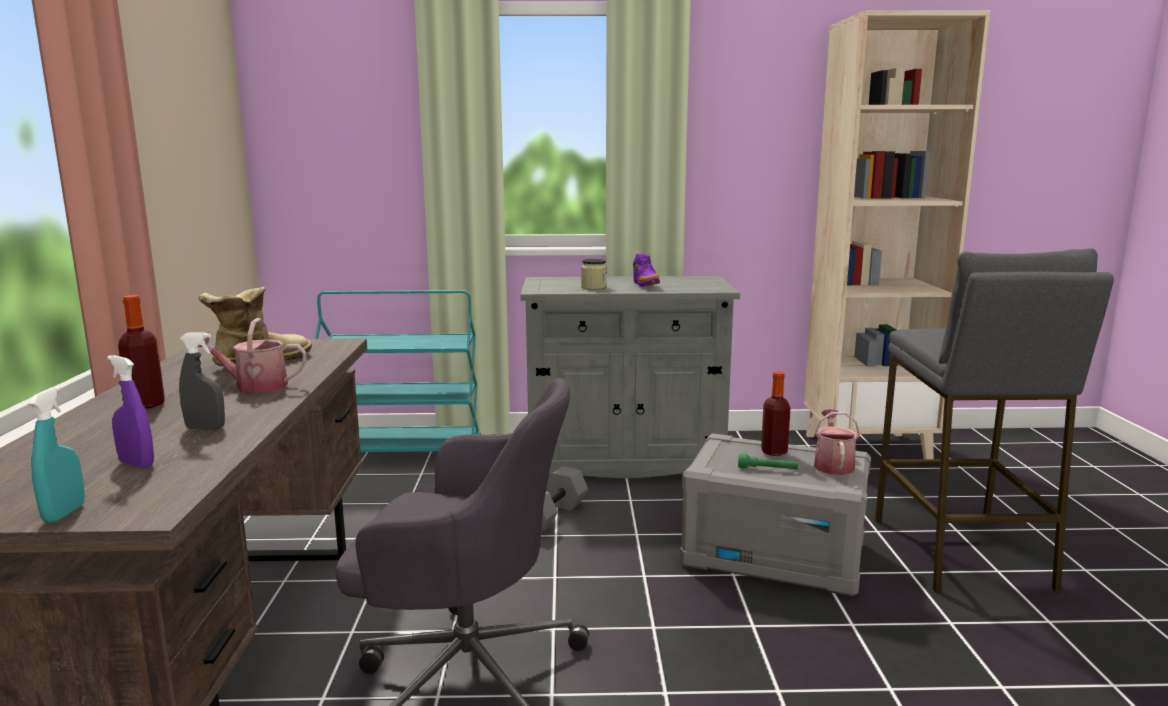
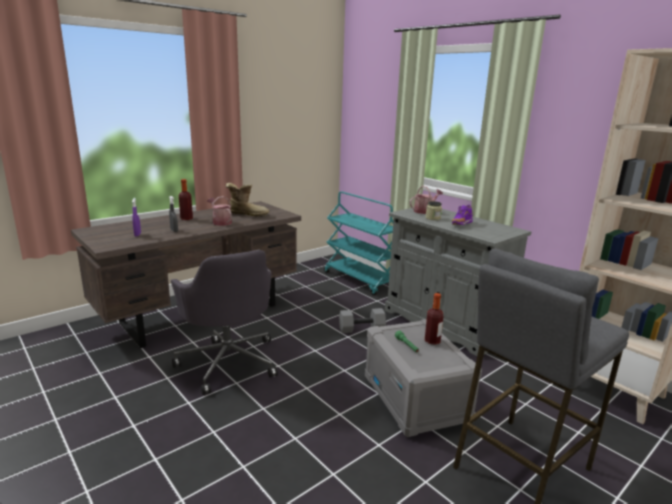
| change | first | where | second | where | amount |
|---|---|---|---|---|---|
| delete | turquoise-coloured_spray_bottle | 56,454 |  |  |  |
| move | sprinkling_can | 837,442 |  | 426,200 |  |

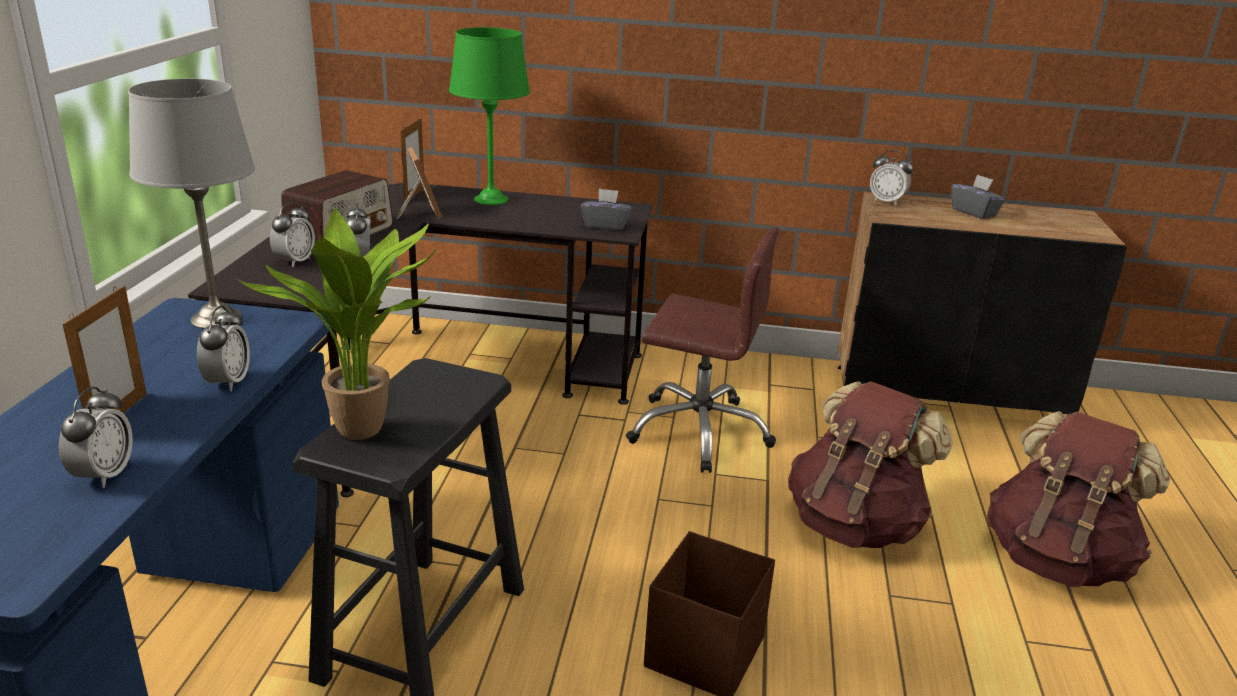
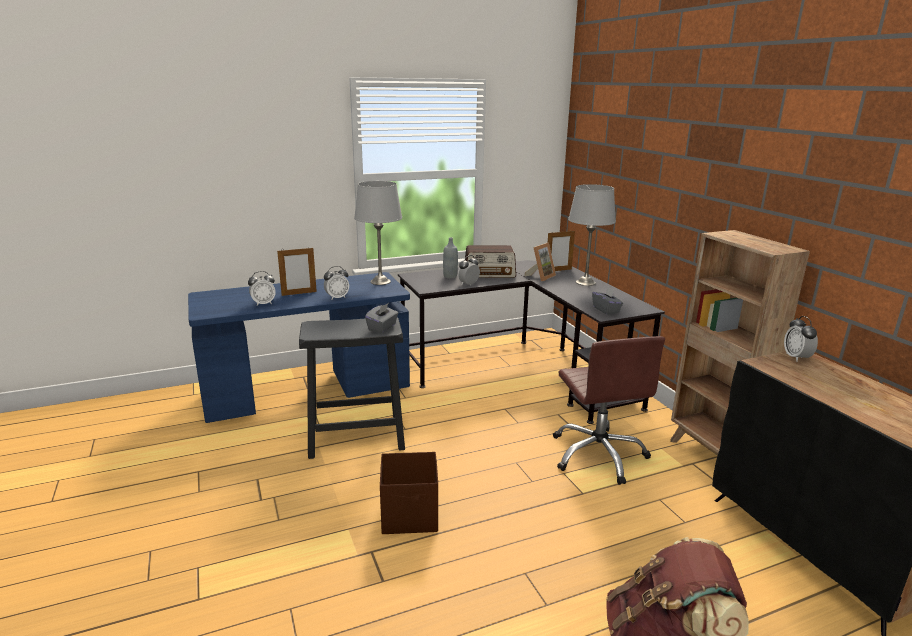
| change | first | where | second | where | amount |
|---|---|---|---|---|---|
| delete | potted_plant | 337,324 |  |  |  |
| delete | brown-coloured_rucksack | 870,464 |  |  |  |
| insert |  |  | brown-coloured_bookcase | 740,343 |  |
| move | grey_tissue_holder | 978,196 |  | 381,318 |  |
| replace | alarm_clock | 292,234 | grey_drink_bottle | 450,258 |  |
| recolor | green_table_lamp | 489,116 | grey_table_lamp | 592,235 |  |

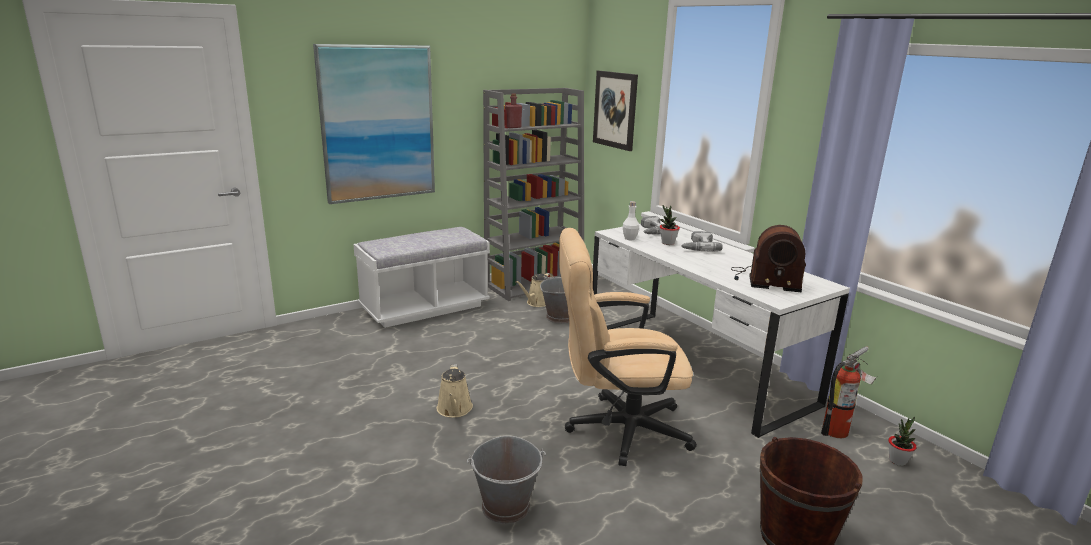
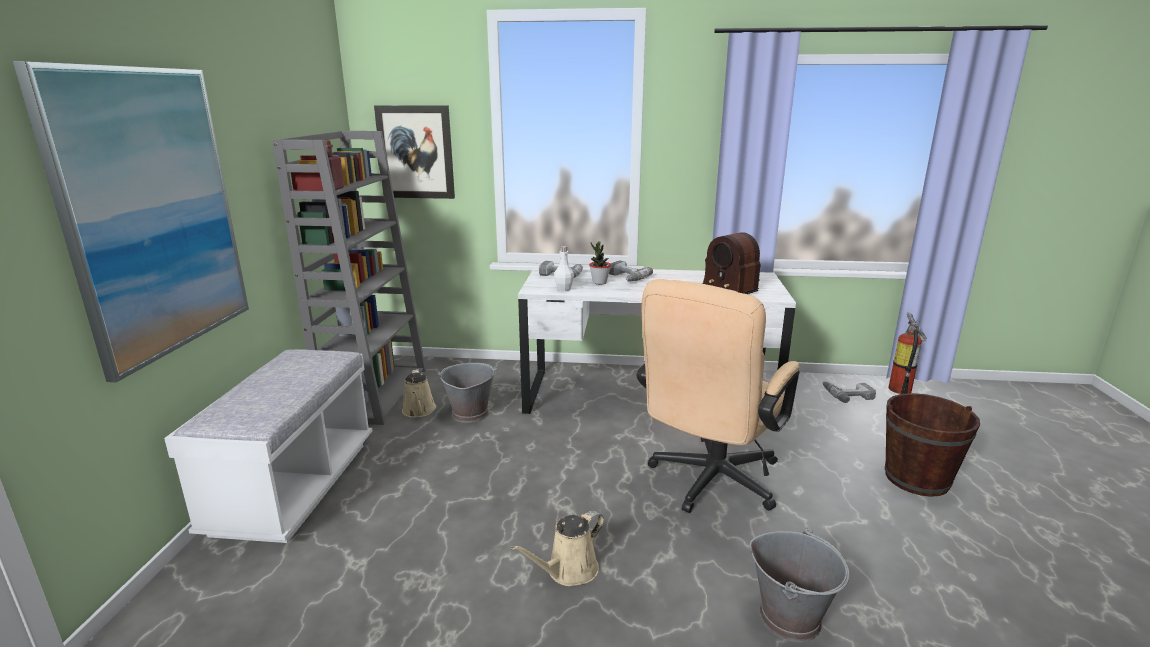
| change | first | where | second | where | amount |
|---|---|---|---|---|---|
| move | fire-fighting_cylinder | 849,392 |  | 907,353 |  |
| replace | potted_plant | 902,441 | drill | 849,392 |  |
| rotate | beige_sprinkling_can | 454,391 |  | 557,548 | 105 degrees clockwise |
| rotate | radio | 768,259 |  | 731,263 | 90 degrees clockwise |

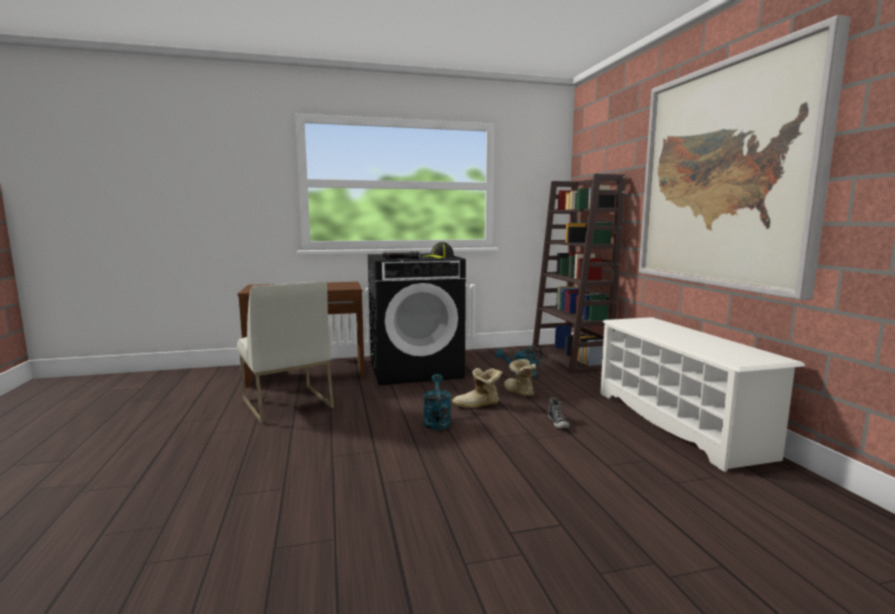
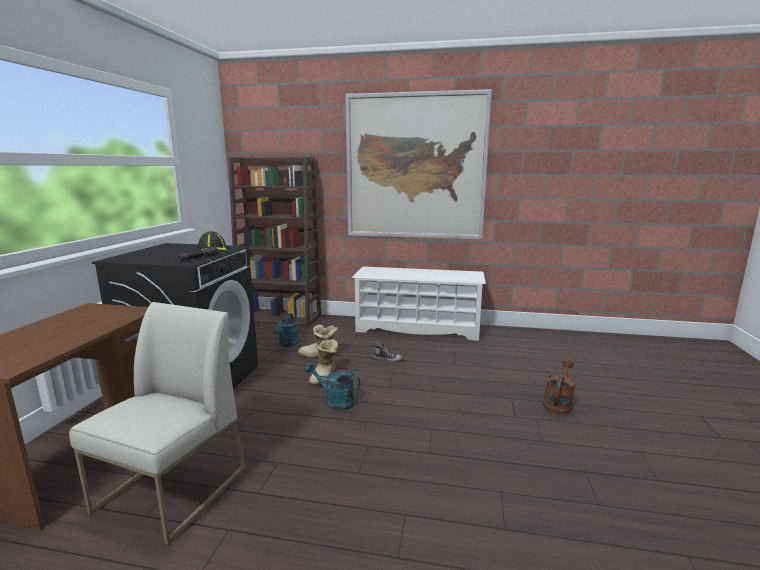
| change | first | where | second | where | amount |
|---|---|---|---|---|---|
| insert |  |  | brown-coloured_sprinkling_can | 559,387 |  |
| rotate | white-coloured_upright_chair | 285,352 |  | 157,423 | 60 degrees counterclockwise |

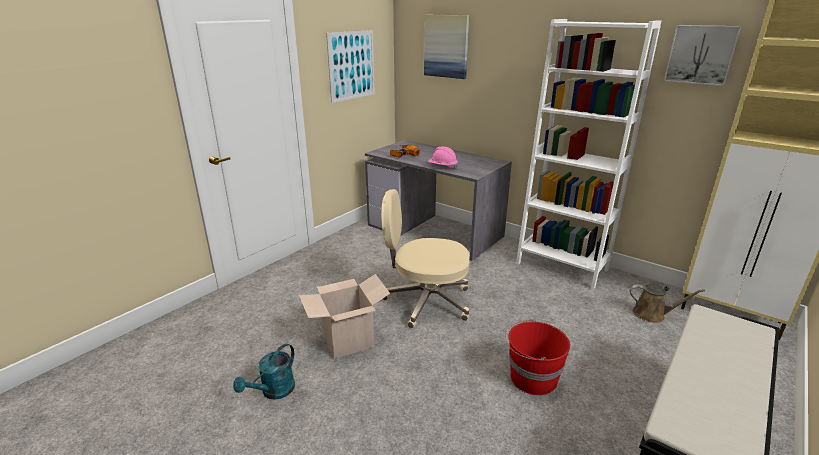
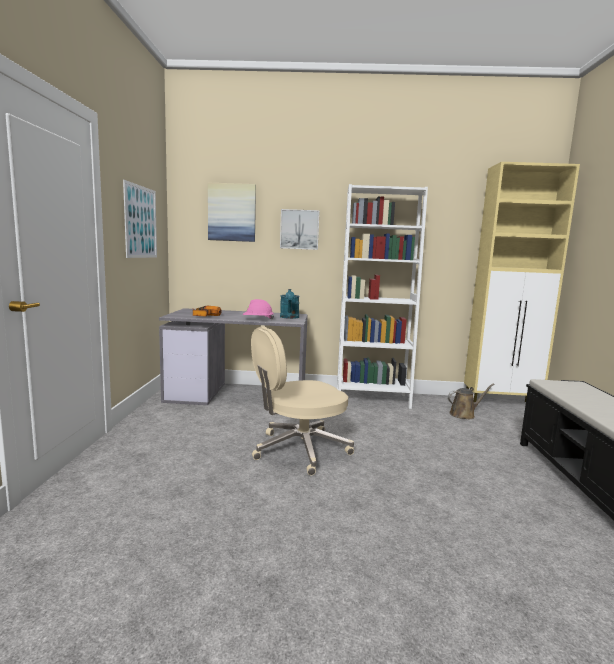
| change | first | where | second | where | amount |
|---|---|---|---|---|---|
| delete | carton | 344,316 |  |  |  |
| delete | red_pail | 538,357 |  |  |  |
| move | turquoise-coloured_sprinkling_can | 264,371 |  | 290,304 |  |
| move | wall_picture | 702,55 |  | 300,229 |  |

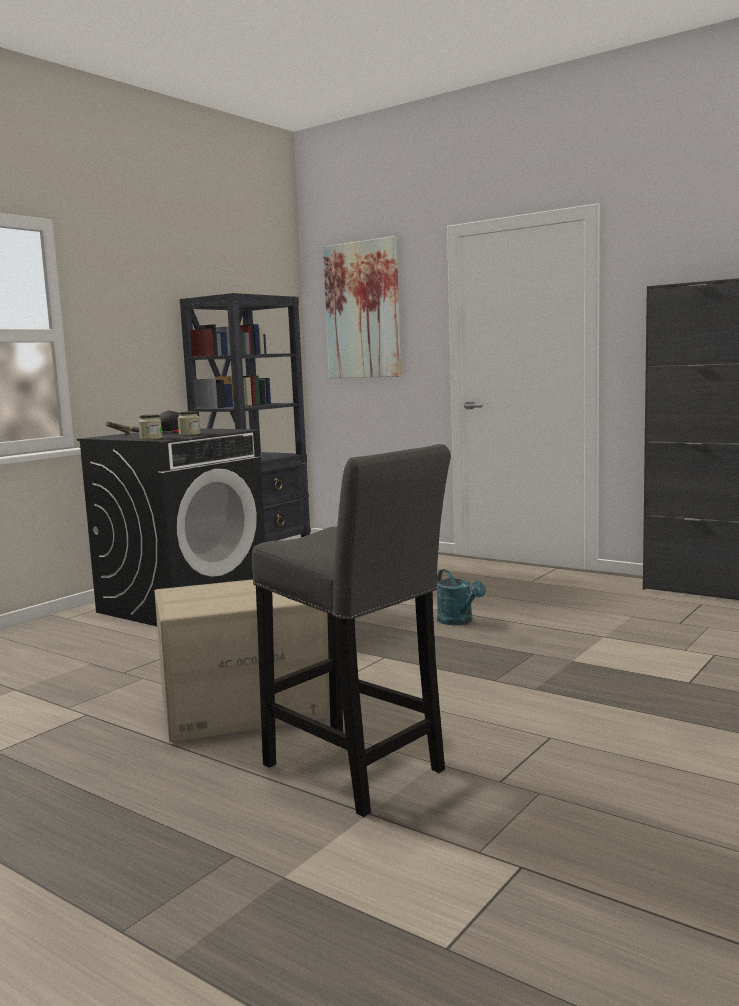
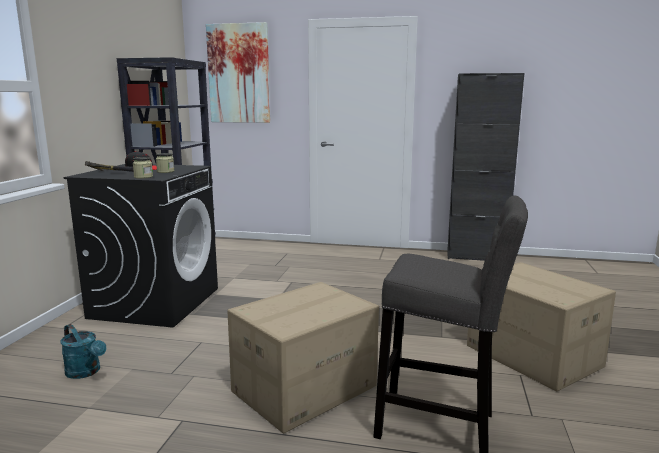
| change | first | where | second | where | amount |
|---|---|---|---|---|---|
| insert |  |  | carton | 541,326 |  |
| move | turquoise-coloured_sprinkling_can | 461,597 |  | 83,351 |  |

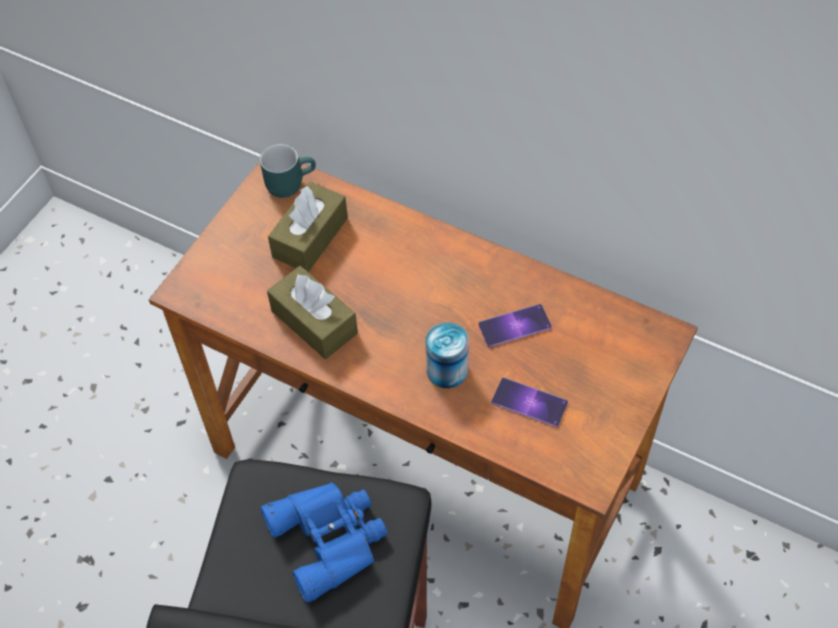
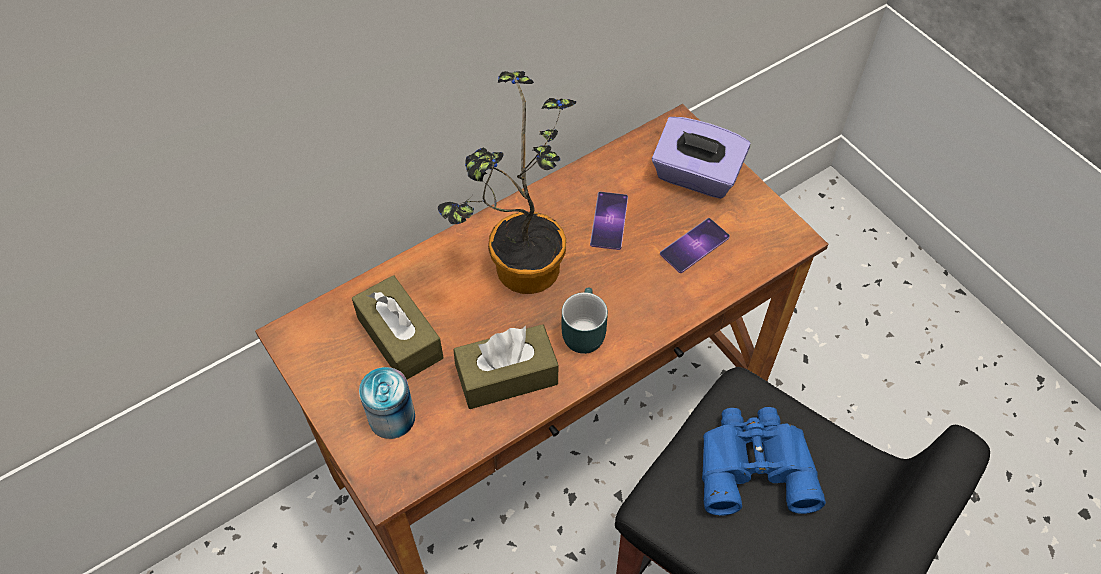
| change | first | where | second | where | amount |
|---|---|---|---|---|---|
| insert |  |  | potted_plant | 507,182 |  |
| insert |  |  | purplish_tissue_holder | 701,158 |  |
| move | turquoise-coloured_mug | 288,171 |  | 585,321 |  |
| move | metal_can | 447,355 |  | 387,403 |  |

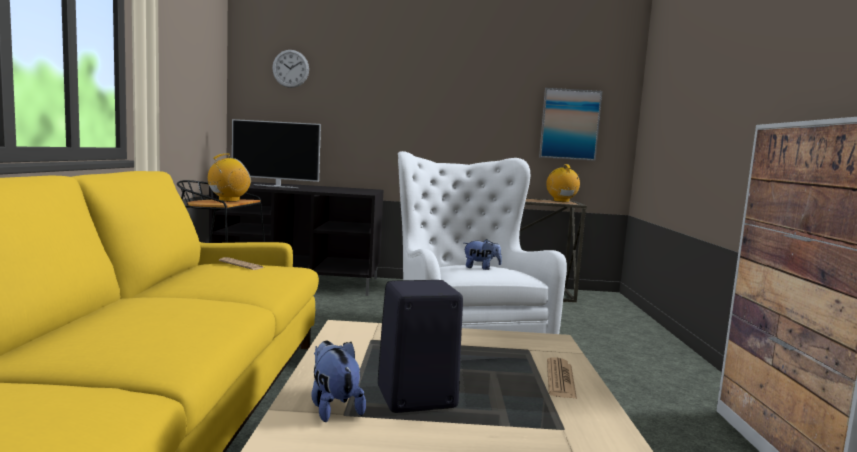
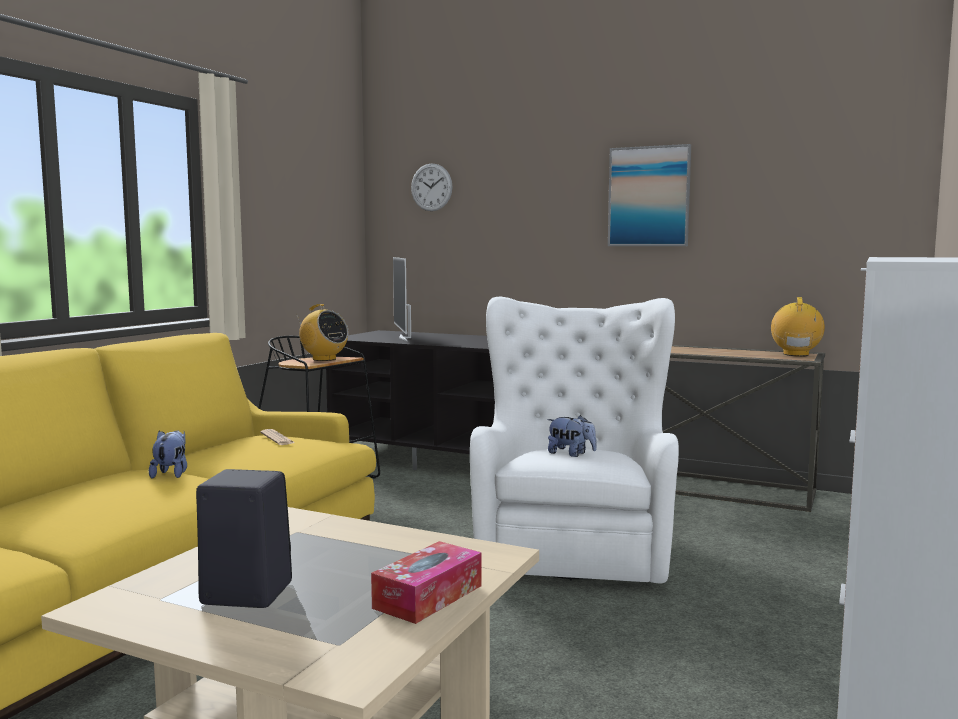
| change | first | where | second | where | amount |
|---|---|---|---|---|---|
| move | plush_toy | 338,381 |  | 168,454 |  |
| move | wall_picture | 570,124 |  | 649,195 |  |
| replace | newspaper | 562,378 | tissue_holder | 426,582 |  |
| rotate | radio | 229,177 |  | 322,332 | 60 degrees clockwise |
| rotate | TV | 276,153 |  | 402,299 | 45 degrees clockwise |

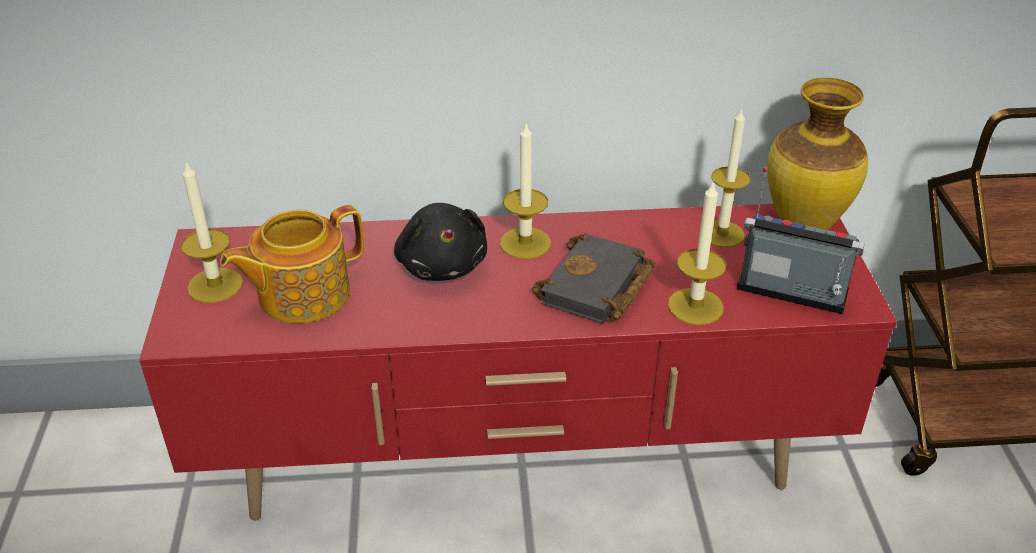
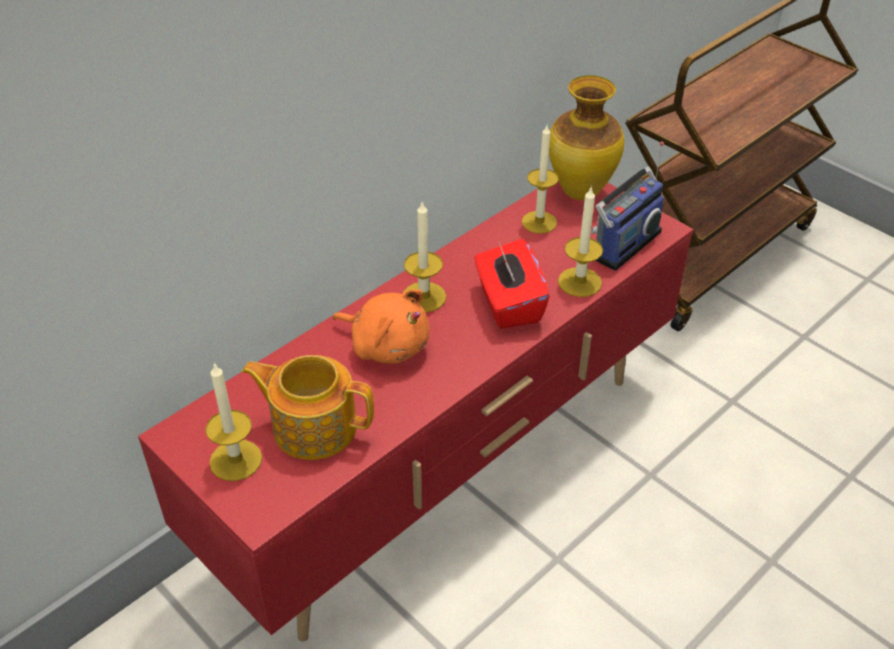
| change | first | where | second | where | amount |
|---|---|---|---|---|---|
| replace | black_volume | 593,278 | red_tissue_holder | 512,284 |  |
| recolor | black_plush_toy | 440,242 | orange_plush_toy | 381,326 |  |
| rotate | pot_for_tea | 292,264 |  | 308,407 | 90 degrees clockwise |
| rotate | radio | 801,240 |  | 627,206 | 150 degrees clockwise |

